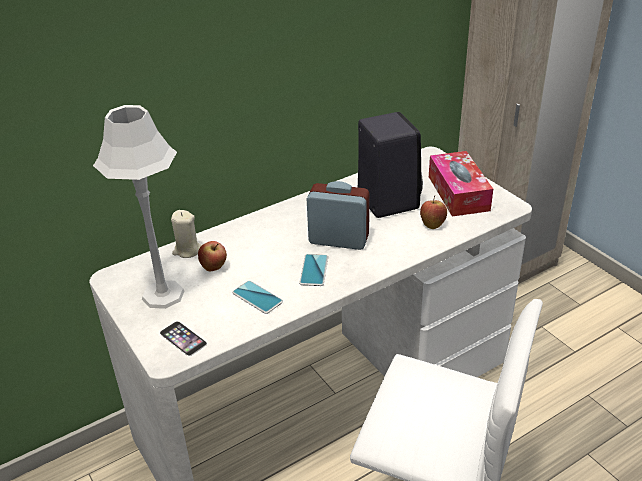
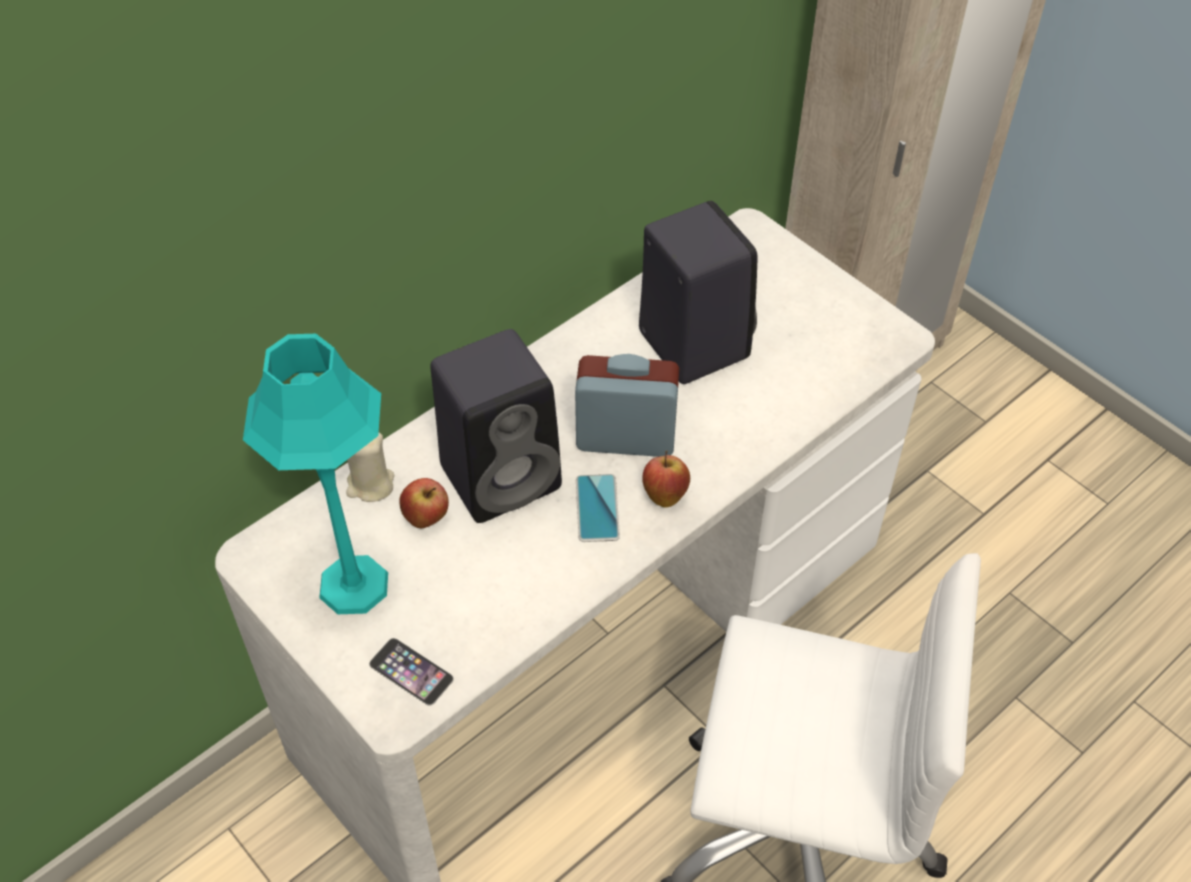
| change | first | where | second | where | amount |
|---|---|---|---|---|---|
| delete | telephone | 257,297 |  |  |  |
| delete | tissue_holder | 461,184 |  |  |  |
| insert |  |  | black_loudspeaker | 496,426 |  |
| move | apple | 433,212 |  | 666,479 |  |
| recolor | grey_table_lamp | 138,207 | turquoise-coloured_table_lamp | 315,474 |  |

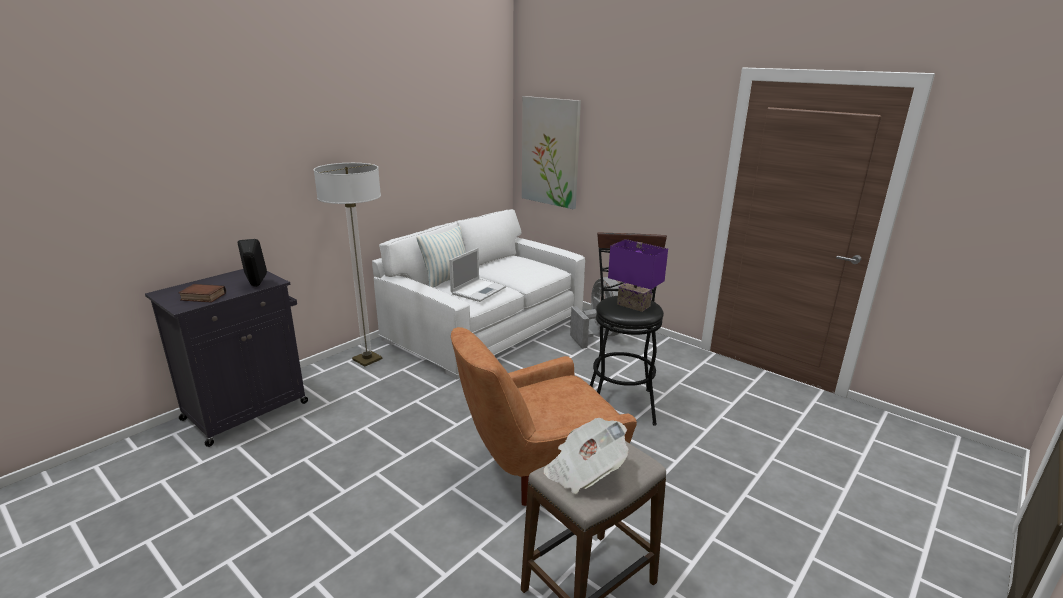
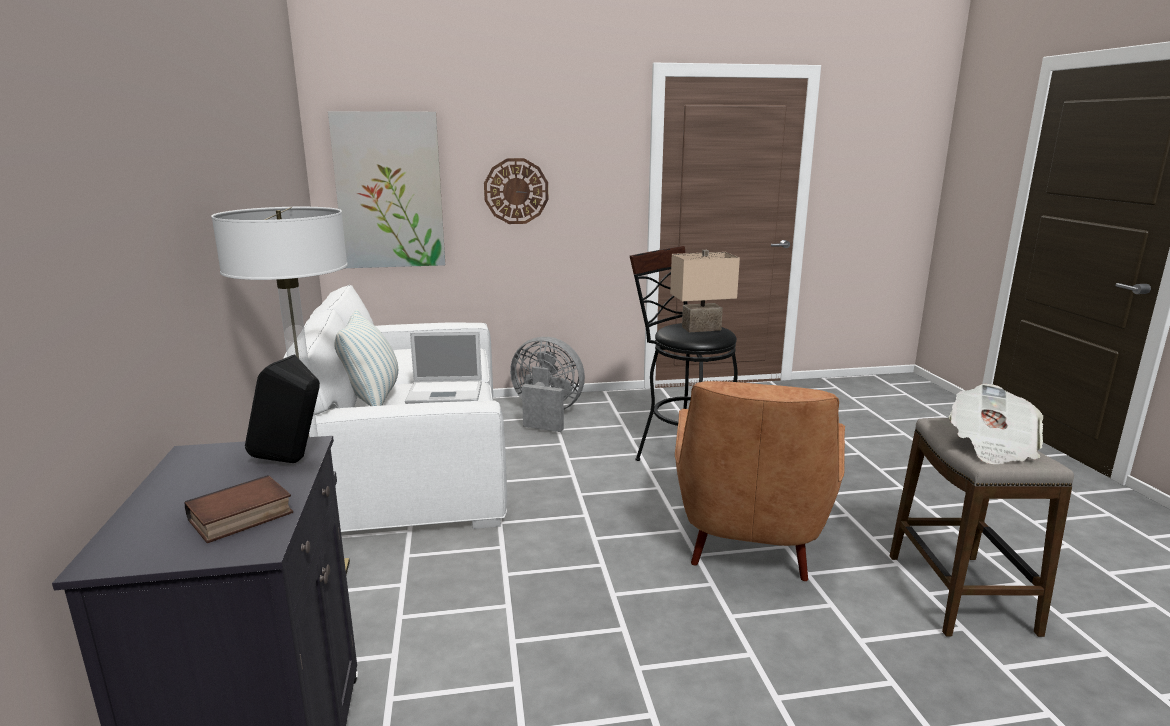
| change | first | where | second | where | amount |
|---|---|---|---|---|---|
| insert |  |  | clock_on_the_wall | 516,191 |  |
| recolor | purplish_table_lamp | 638,275 | beige_table_lamp | 705,291 |  |
| rotate | portable_computer | 477,275 |  | 443,367 | 105 degrees clockwise |

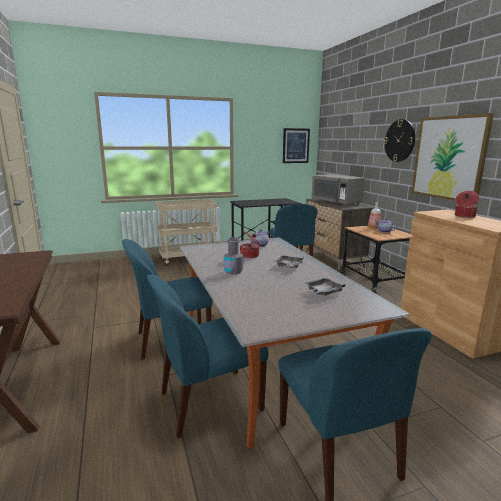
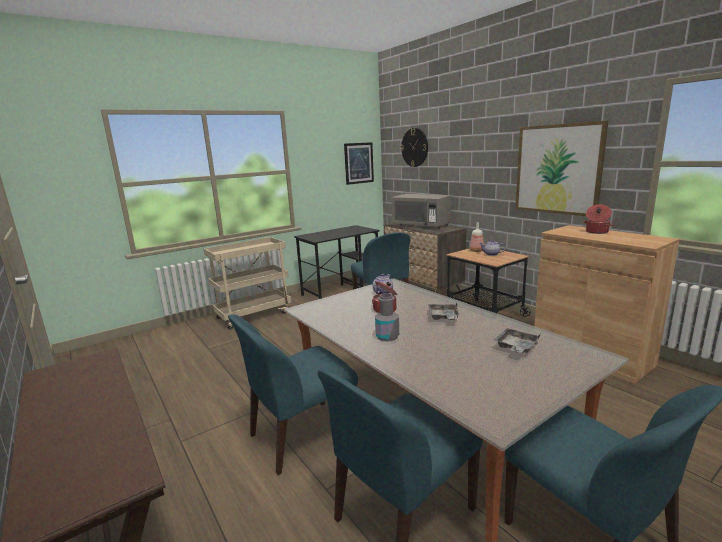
| change | first | where | second | where | amount |
|---|---|---|---|---|---|
| move | clock_on_the_wall | 399,140 |  | 414,147 |  |

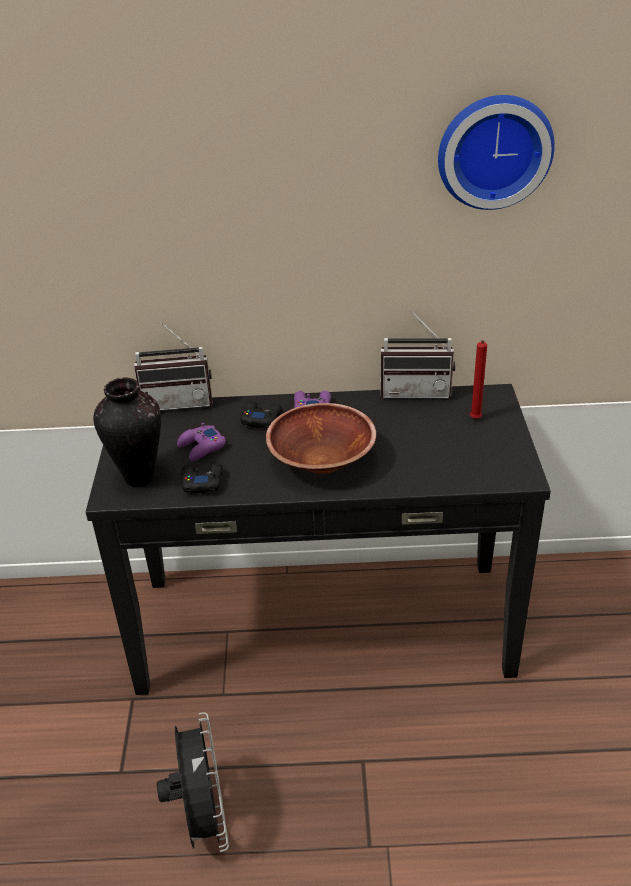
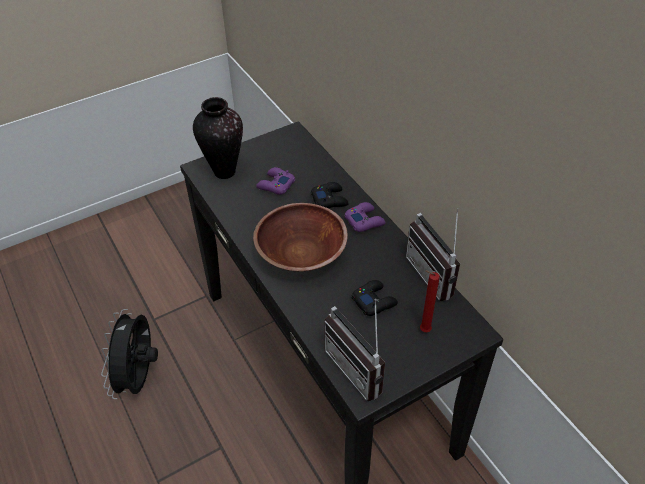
| change | first | where | second | where | amount |
|---|---|---|---|---|---|
| delete | clock_on_the_wall | 496,152 |  |  |  |
| move | radio | 173,365 |  | 354,350 |  |
| move | black_gamepad | 202,478 |  | 375,298 |  |
| rotate | black_fan | 193,782 |  | 129,354 | 135 degrees clockwise |

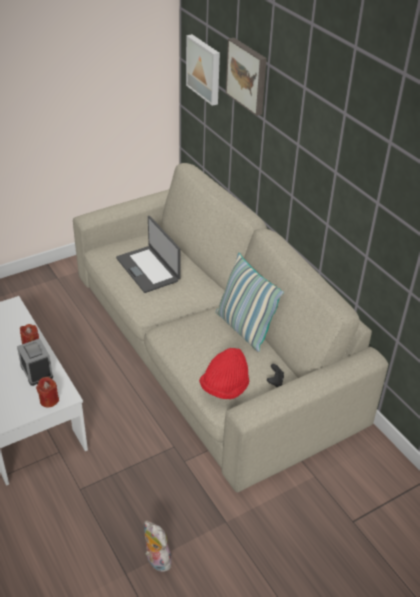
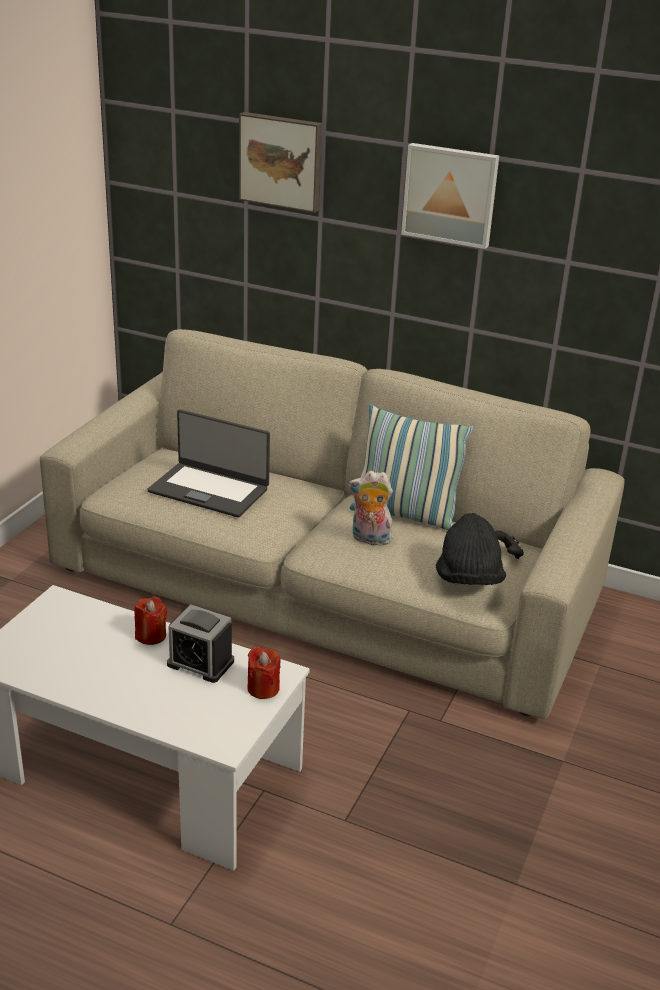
| change | first | where | second | where | amount |
|---|---|---|---|---|---|
| move | plush_toy | 158,546 |  | 371,508 |  |
| move | wall_picture | 203,70 |  | 450,196 |  |
| recolor | red_clothing_hat | 224,373 | black_clothing_hat | 471,549 |  |

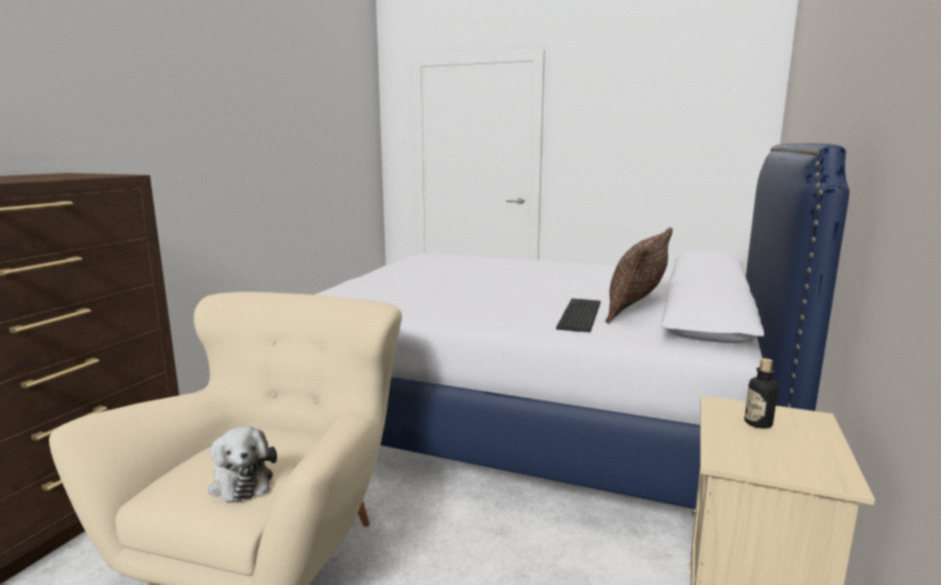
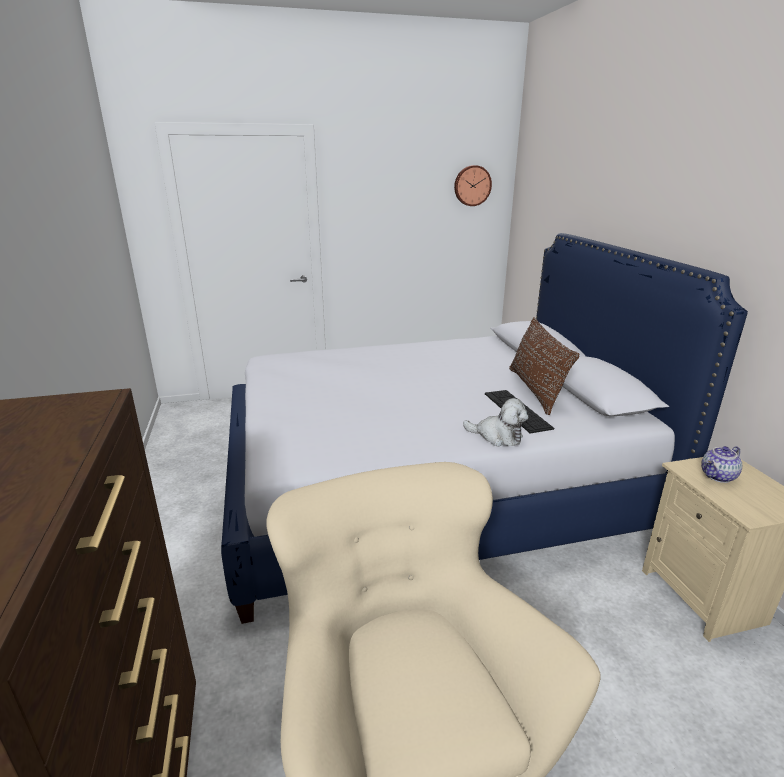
| change | first | where | second | where | amount |
|---|---|---|---|---|---|
| insert |  |  | clock_on_the_wall | 473,185 |  |
| move | plush_toy | 242,464 |  | 496,422 |  |
| replace | drink_bottle | 761,393 | pot_for_tea | 721,464 |  |

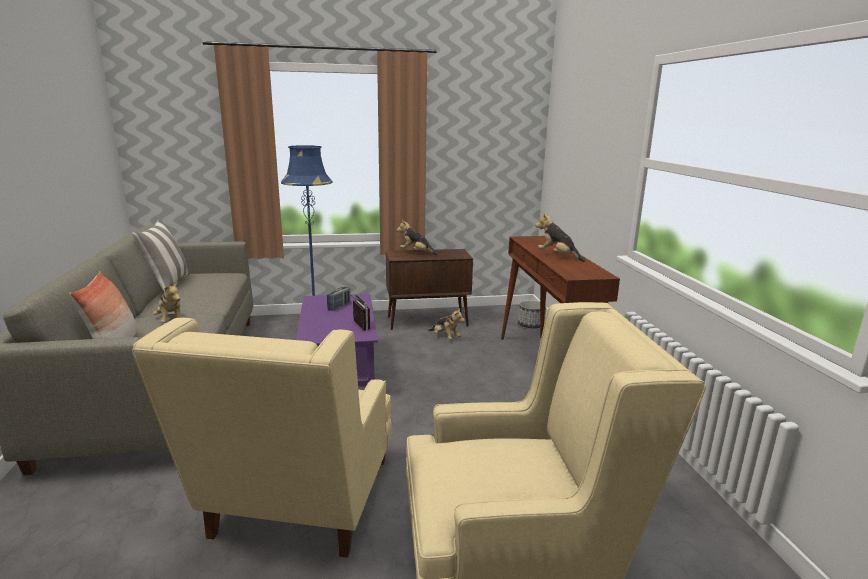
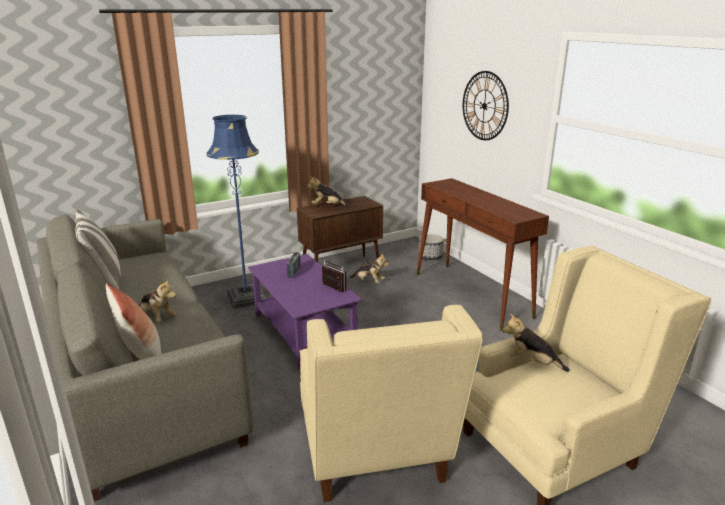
| change | first | where | second | where | amount |
|---|---|---|---|---|---|
| insert |  |  | clock_on_the_wall | 486,105 |  |
| move | plush_toy | 560,237 |  | 535,342 |  |

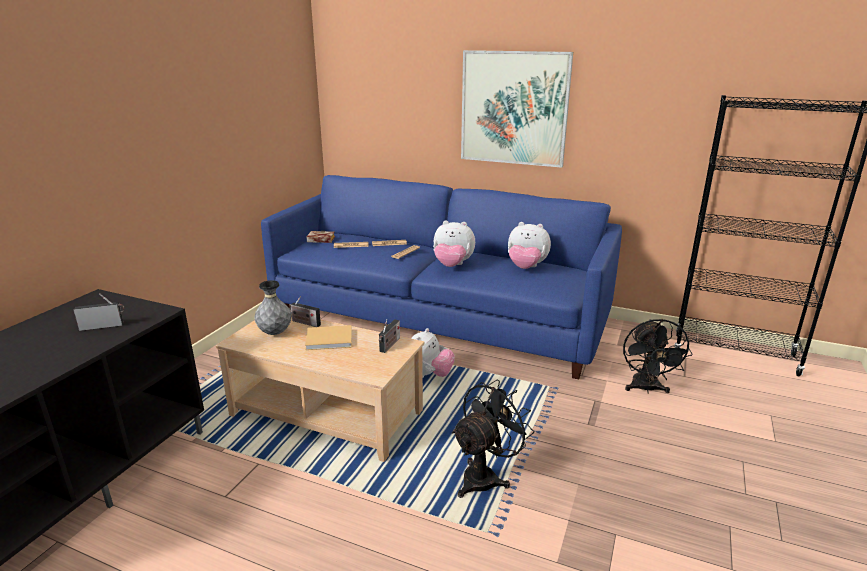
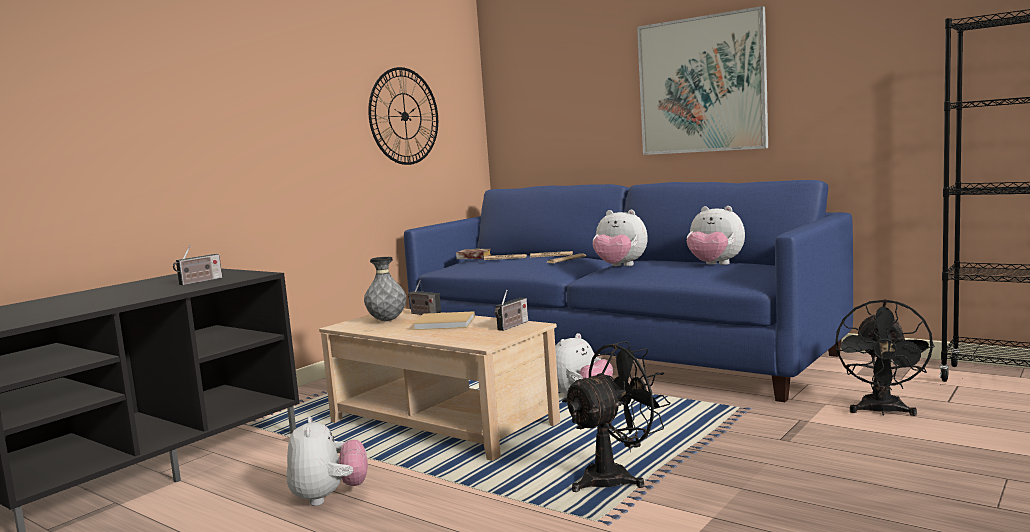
| change | first | where | second | where | amount |
|---|---|---|---|---|---|
| insert |  |  | plush_toy | 327,461 |  |
| insert |  |  | clock_on_the_wall | 403,116 |  |
| rotate | radio | 99,312 |  | 197,264 | 135 degrees clockwise |

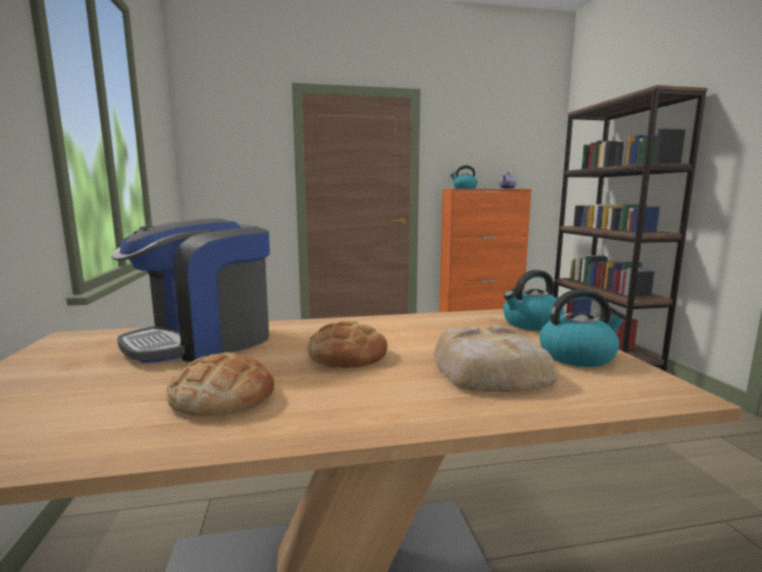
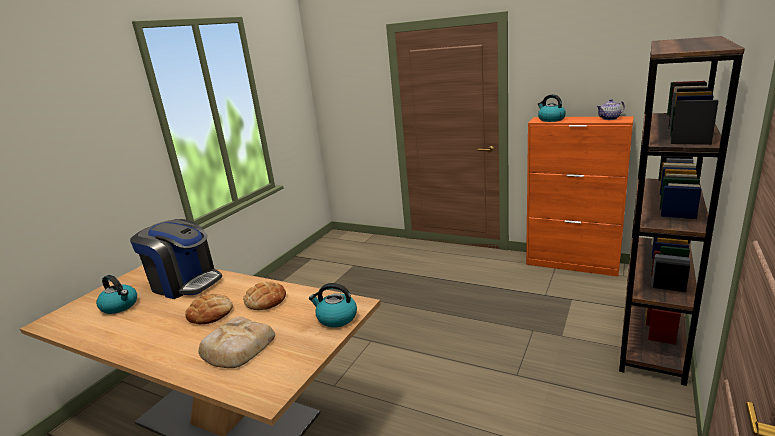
| change | first | where | second | where | amount |
|---|---|---|---|---|---|
| move | bakery_bread | 220,384 |  | 264,296 |  |
| move | tea_kettle | 583,328 |  | 116,294 |  |
| rotate | coffee_machine | 190,290 |  | 176,259 | 150 degrees counterclockwise |

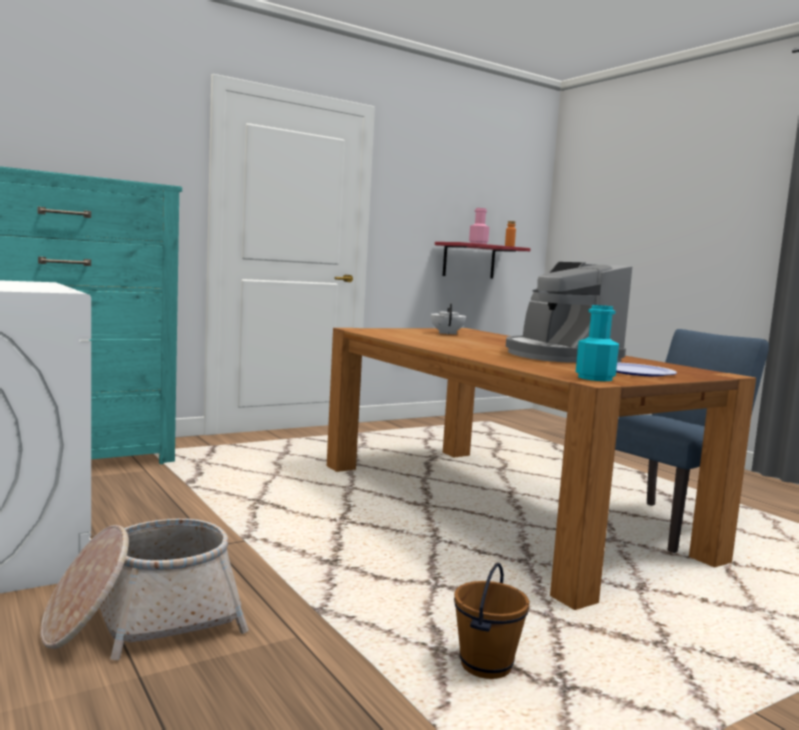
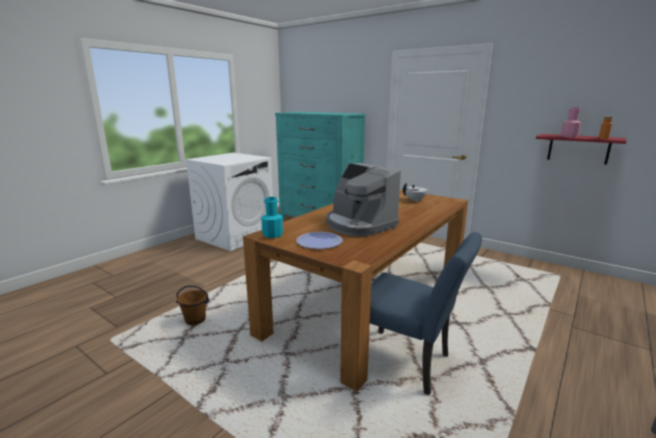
| change | first | where | second | where | amount |
|---|---|---|---|---|---|
| delete | household_basket | 144,589 |  |  |  |
| rotate | coffee_machine | 569,312 |  | 363,200 | 90 degrees counterclockwise |

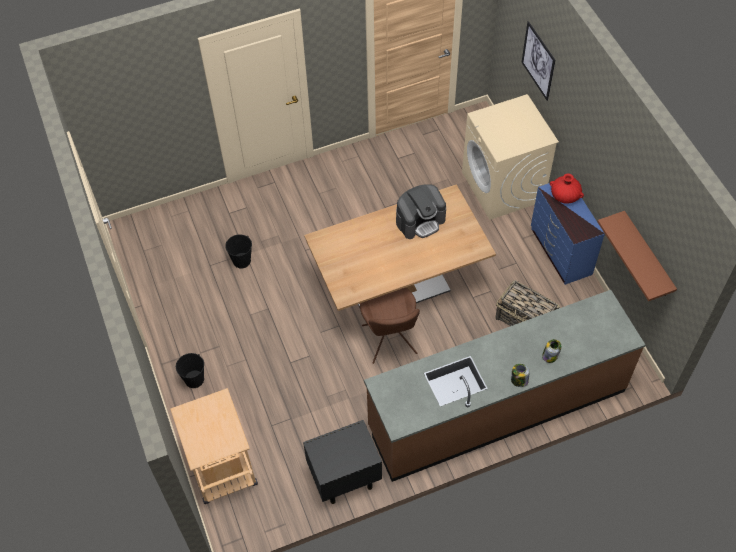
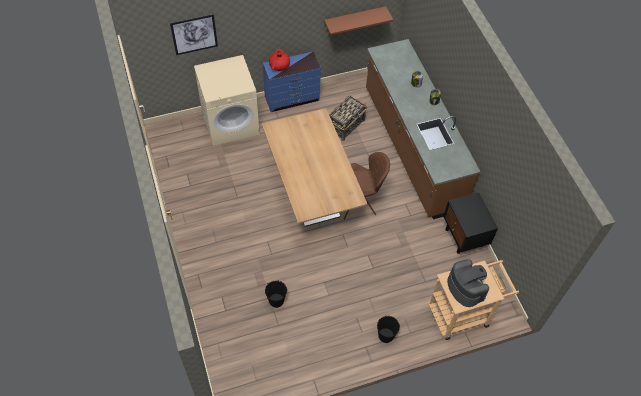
| change | first | where | second | where | amount |
|---|---|---|---|---|---|
| move | coffee_machine | 421,211 |  | 468,283 |  |

